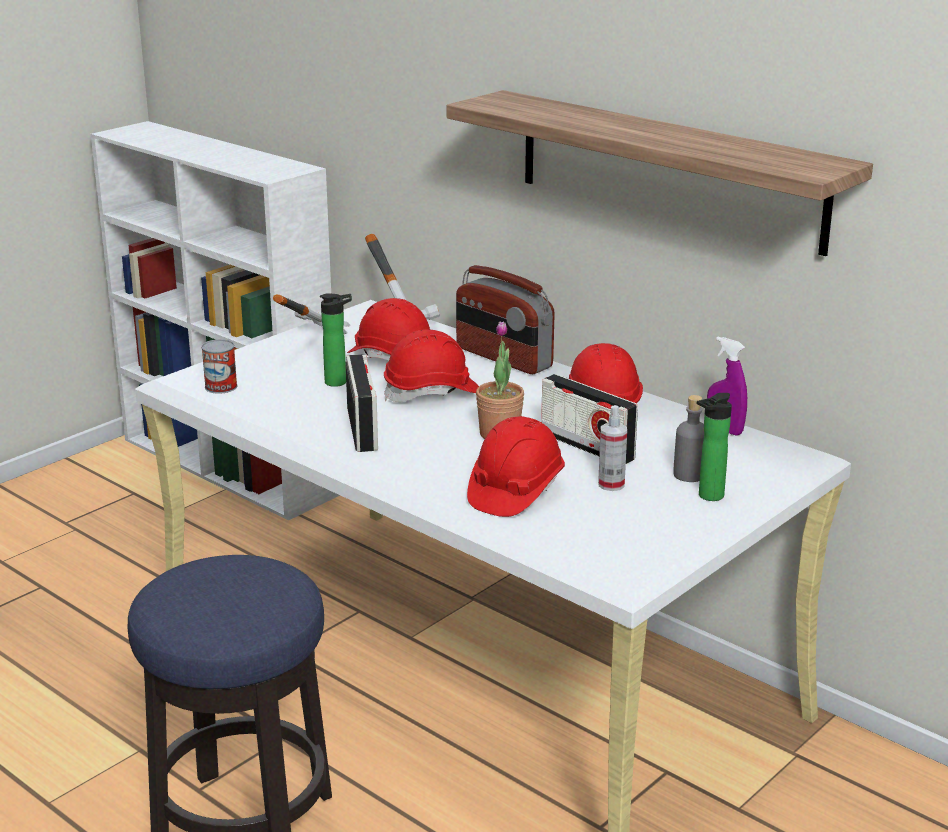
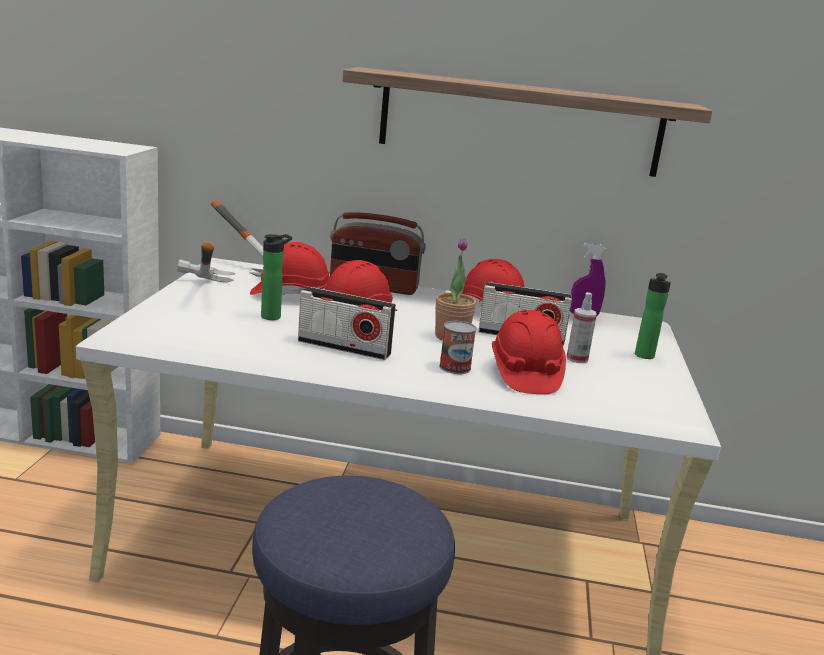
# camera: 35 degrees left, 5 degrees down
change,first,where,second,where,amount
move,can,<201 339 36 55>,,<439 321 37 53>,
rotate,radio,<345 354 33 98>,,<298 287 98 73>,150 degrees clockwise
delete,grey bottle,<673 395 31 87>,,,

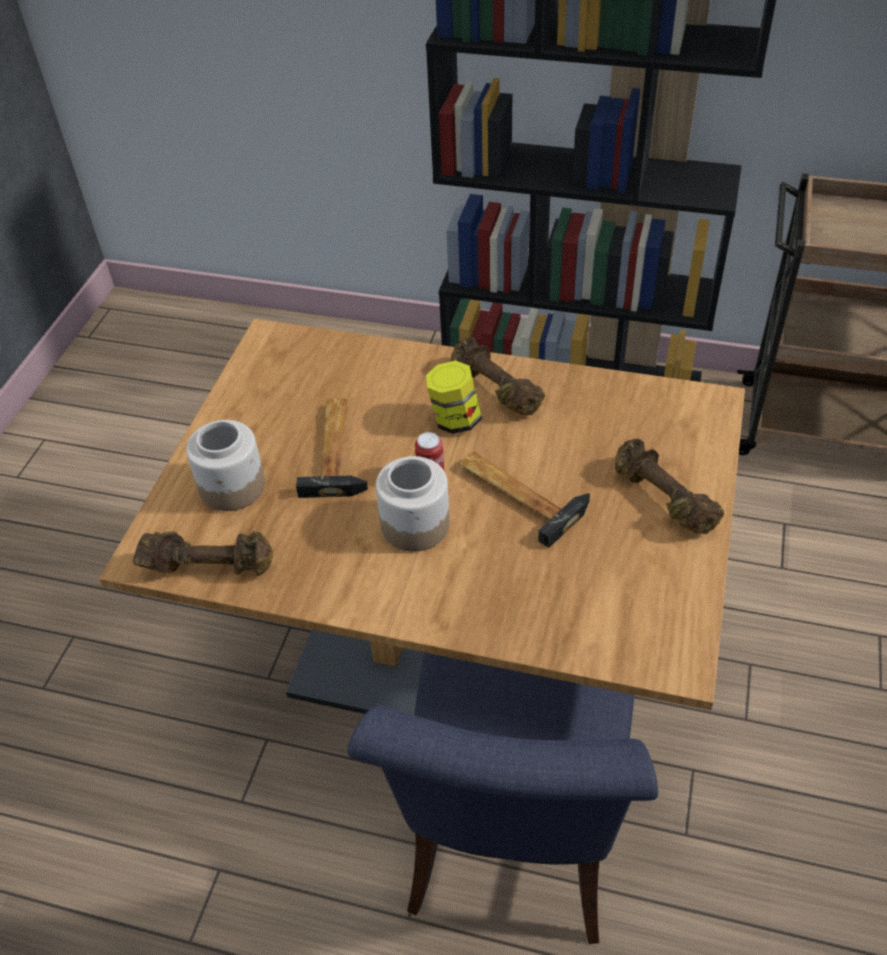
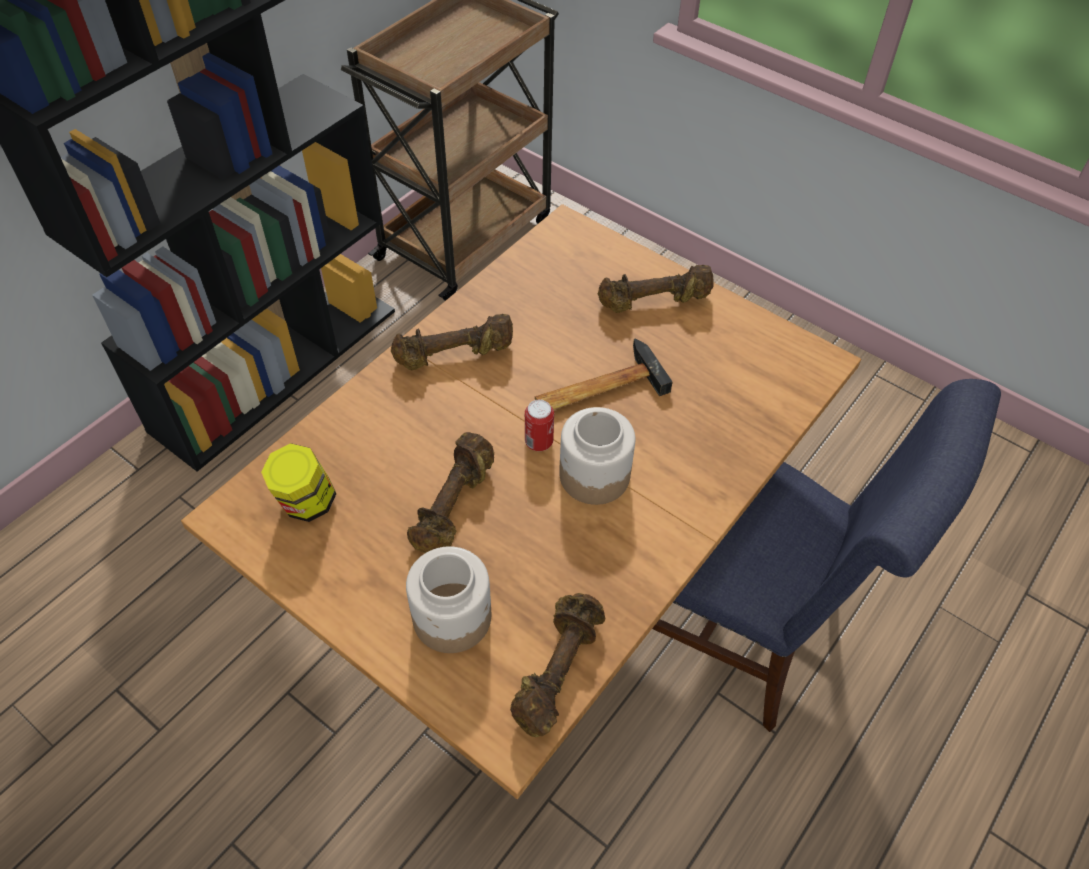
# camera: 70 degrees left, 5 degrees up
change,first,where,second,where,amount
move,jar,<426 361 56 73>,,<261 443 75 79>,
replace,hammer,<296 398 72 100>,brown dumbbell,<407 432 87 121>,

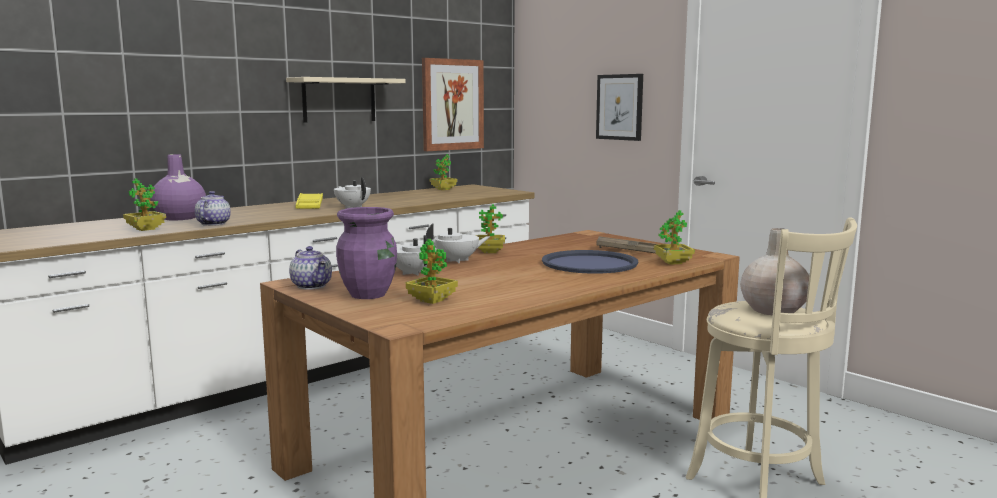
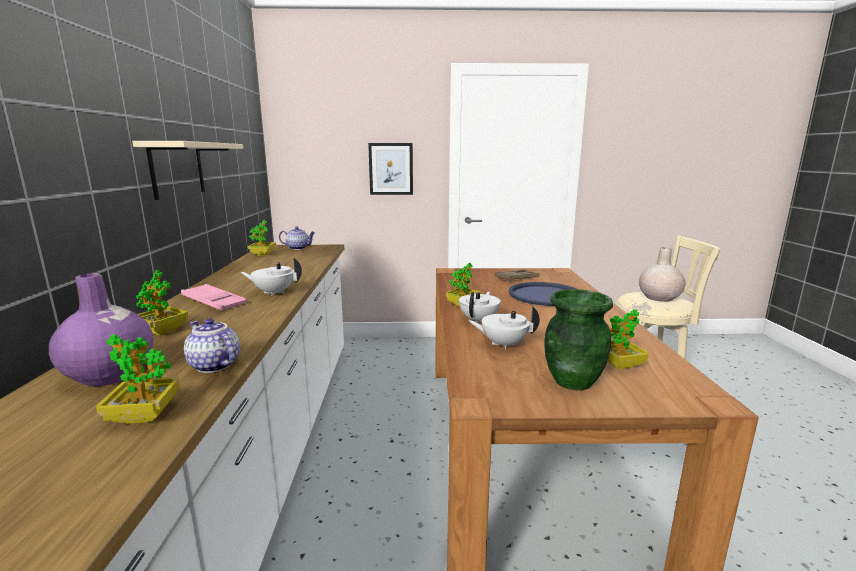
# camera: 50 degrees left, 5 degrees up
change,first,where,second,where,amount
delete,picture,<422 58 62 93>,,,
recolor,yellow tray,<296 193 27 16>,pink tray,<181 284 66 27>,
recolor,purple vase,<336 207 61 92>,green vase,<544 289 69 101>,
move,potted plant,<654 210 41 55>,,<136 270 52 66>,
move,teapot,<289 246 43 44>,,<279 227 36 23>,

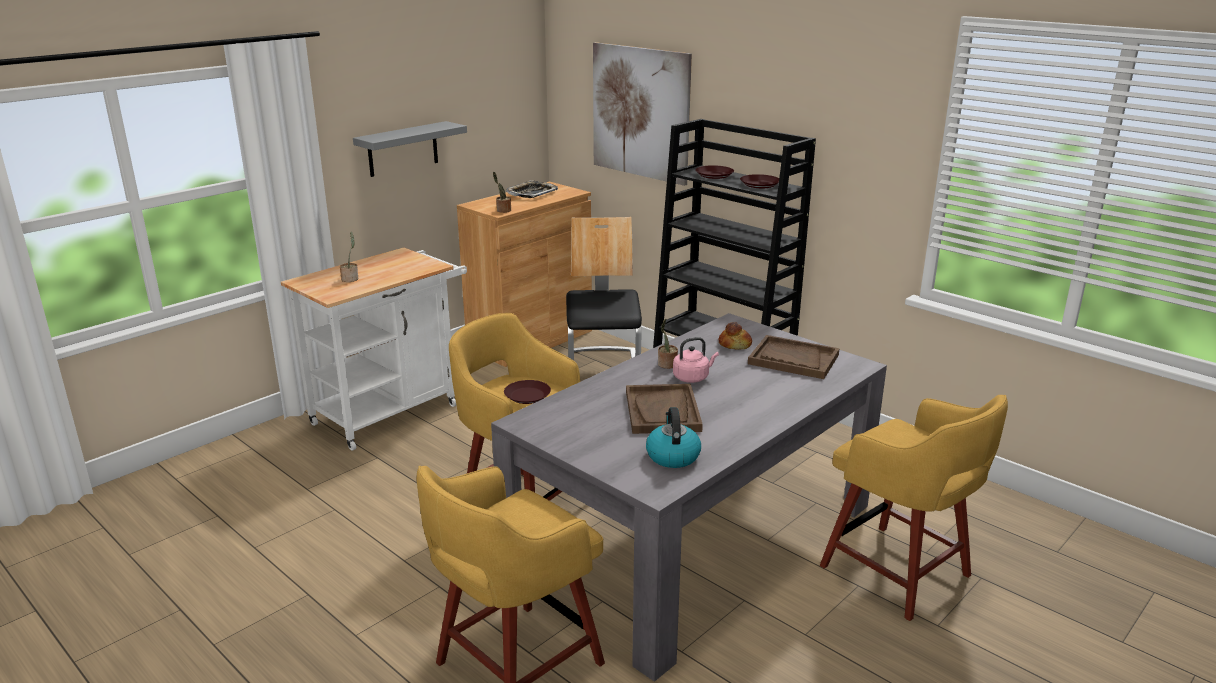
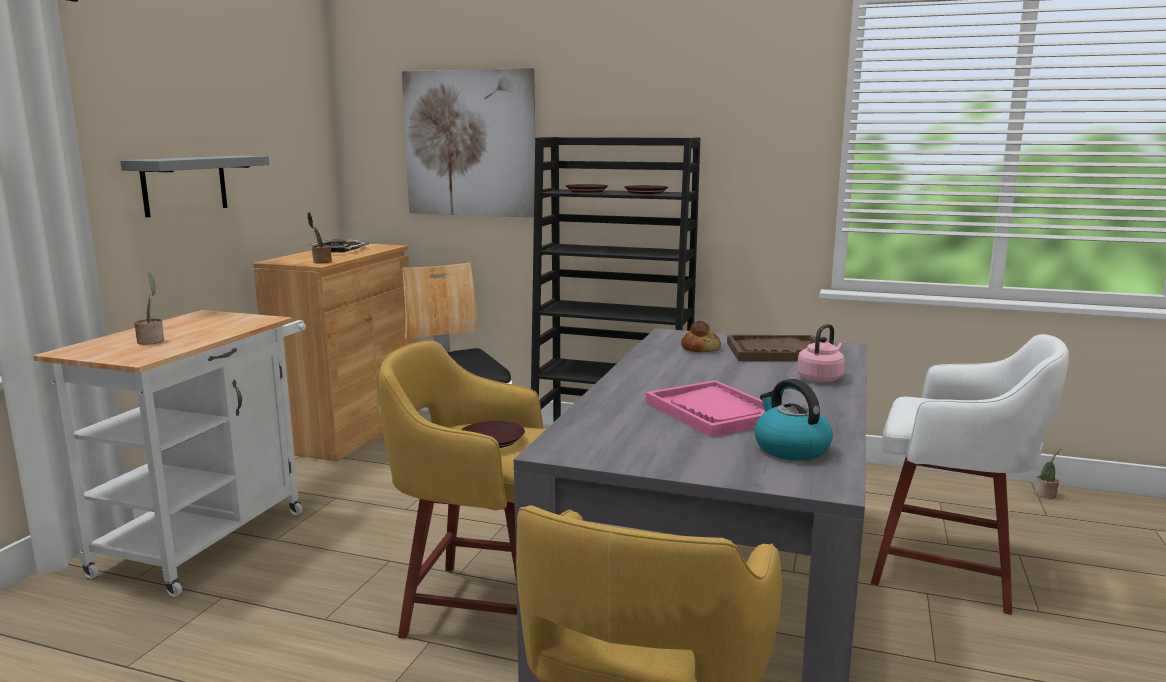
# camera: 25 degrees left, 10 degrees down
change,first,where,second,where,amount
move,potted plant,<658 319 20 50>,,<1035 448 26 51>,
move,pink kettle,<673 337 46 46>,,<797 324 48 58>,
recolor,brown tray,<626 384 77 50>,pink tray,<646 380 119 57>,
recolor,yellow stool,<820 395 188 226>,white stool,<871 334 198 281>,

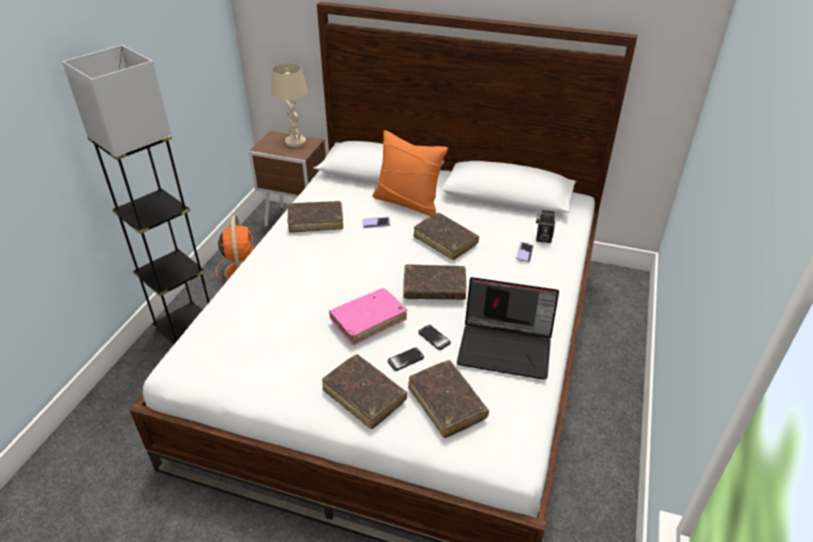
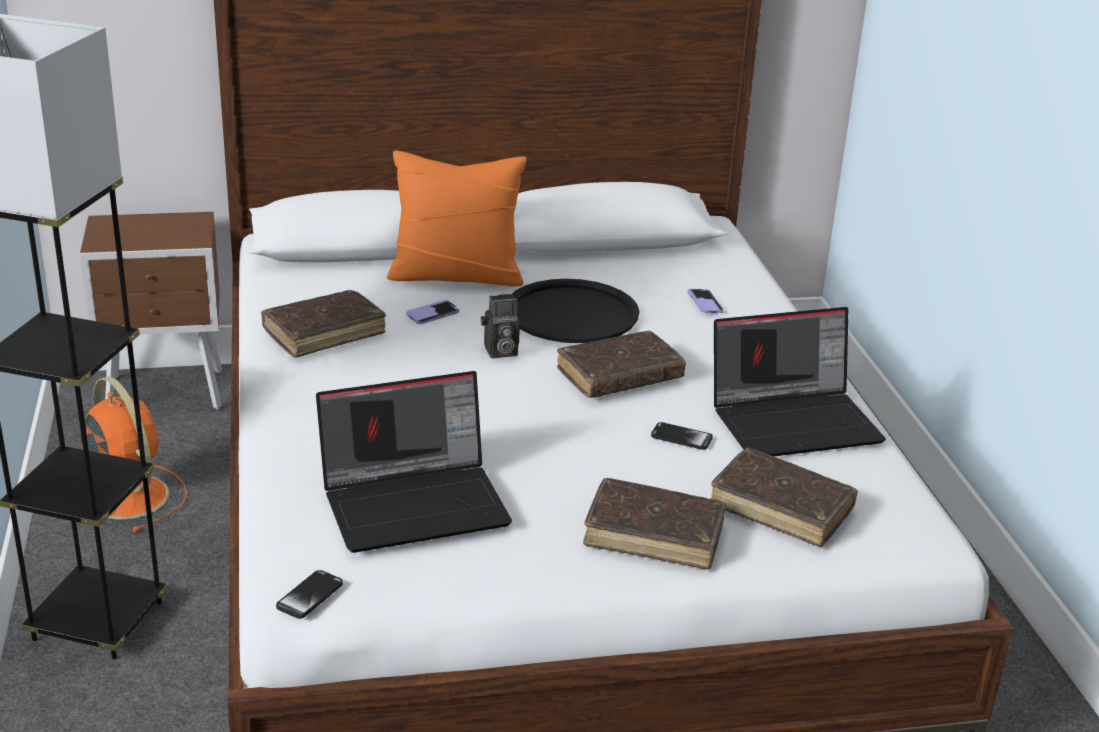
# camera: 30 degrees left, 10 degrees down
change,first,where,second,where,amount
delete,beige table lamp,<272 63 36 84>,,,
move,photo camera,<536 210 19 33>,,<481 294 39 64>,
replace,brown book,<413 213 66 47>,black tray,<512 279 127 64>,
delete,pink book,<329 288 78 57>,,,
move,phone,<388 347 36 24>,,<276 570 67 49>,
insert,,,laptop,<316 371 196 182>,

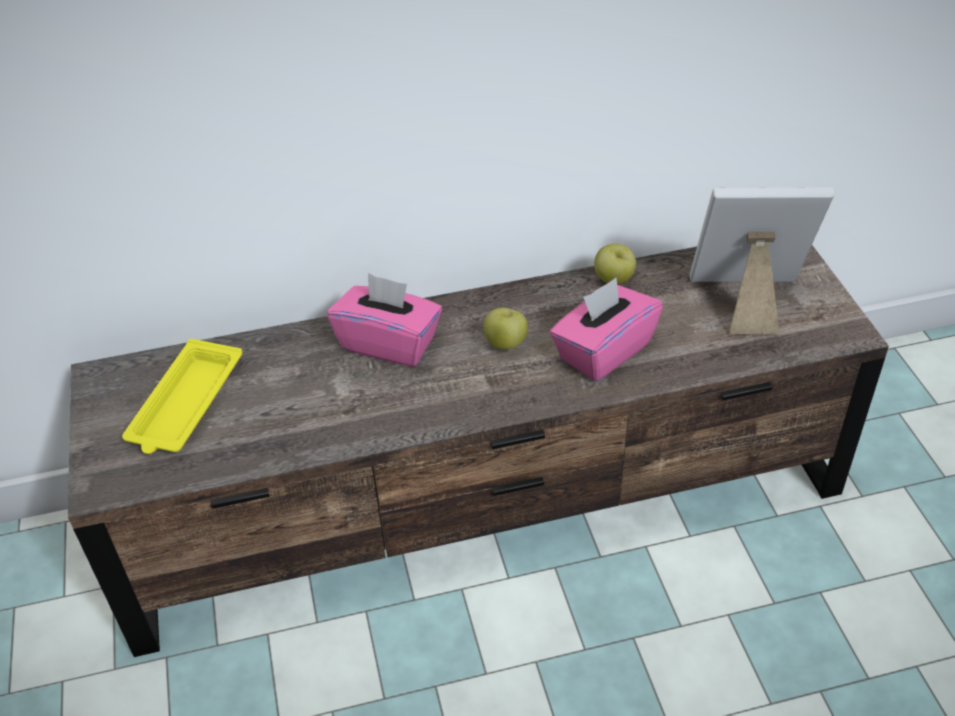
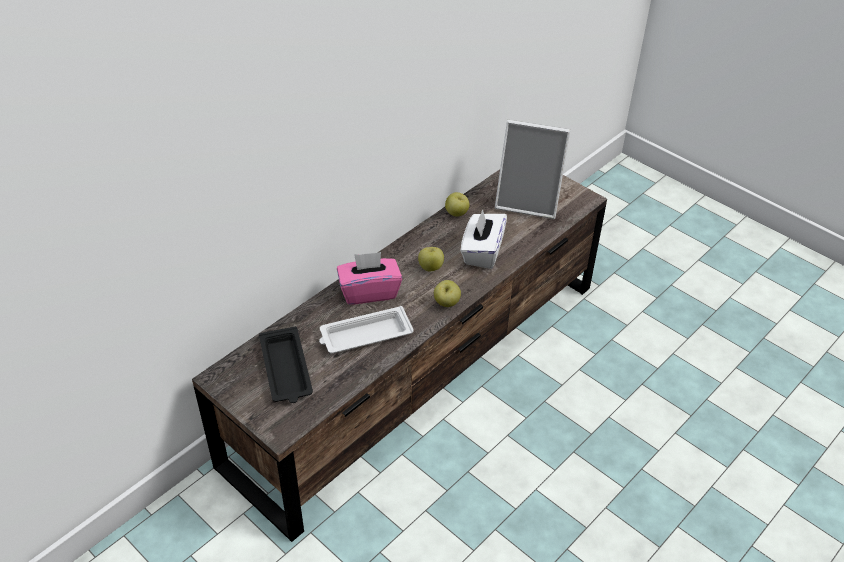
# camera: 35 degrees left, 0 degrees up
change,first,where,second,where,amount
rotate,picture frame,<690 187 144 147>,,<495 120 75 99>,135 degrees counterclockwise
recolor,pink tissue box,<550 278 113 103>,white tissue box,<461 209 46 60>,
recolor,yellow tray,<122 339 120 115>,black tray,<259 327 54 76>,
insert,,,apple,<434 280 27 27>,
insert,,,white tray,<319 306 95 47>,

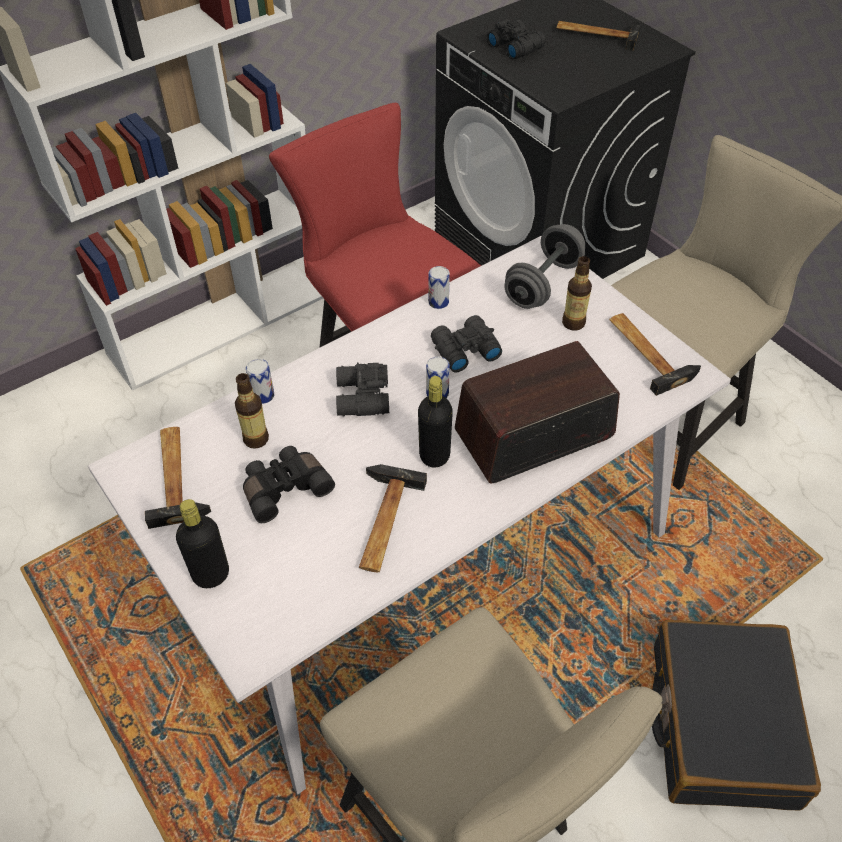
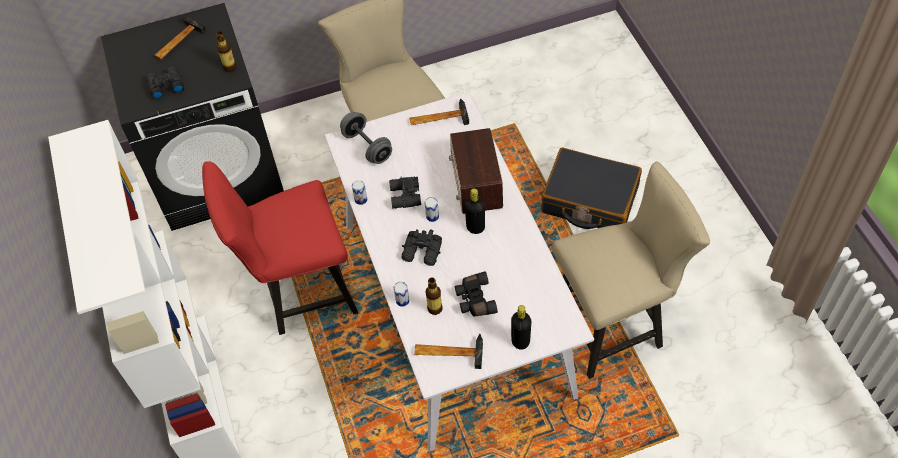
# camera: 70 degrees left, 5 degrees up
change,first,where,second,where,amount
move,bottle,<562 256 30 75>,,<216 31 21 41>,
delete,hammer,<359 464 68 108>,,,

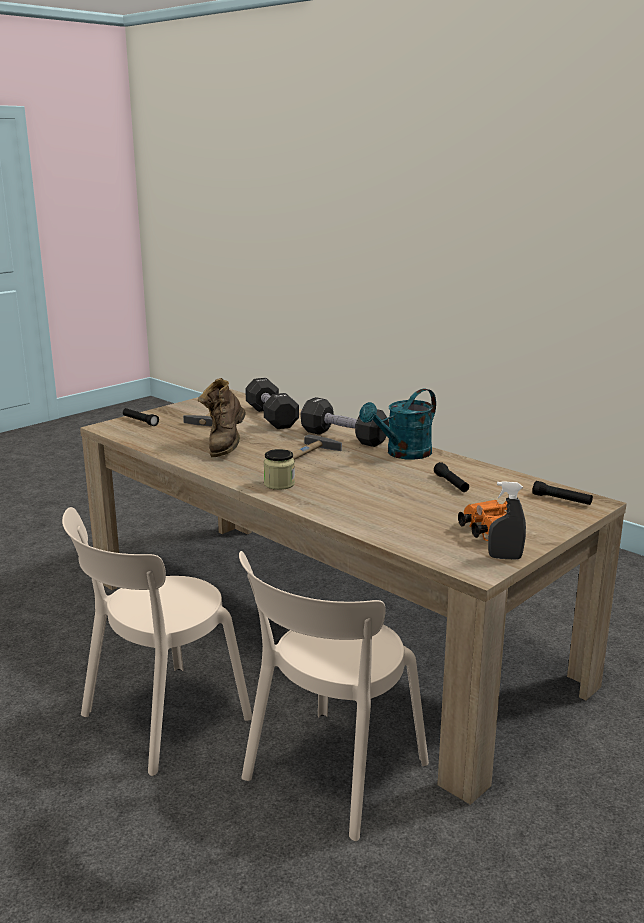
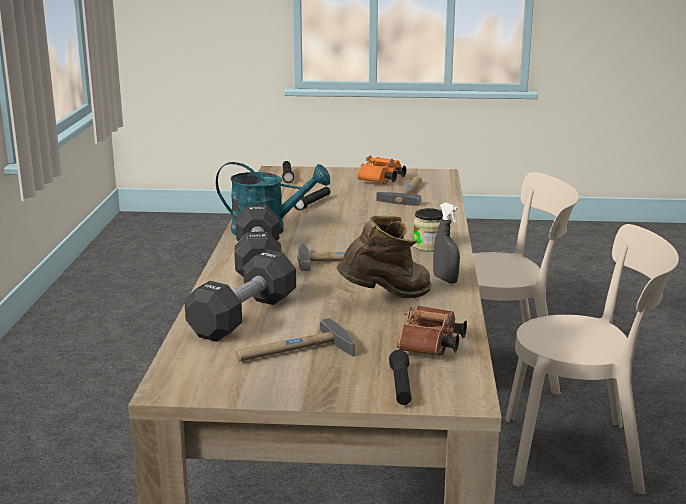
# camera: 130 degrees left, 0 degrees up
change,first,where,second,where,amount
move,grey spray bottle,<488 481 38 79>,,<433 202 27 82>,
insert,,,hammer,<376 176 46 30>,
insert,,,brown binoculars,<397 305 70 50>,

